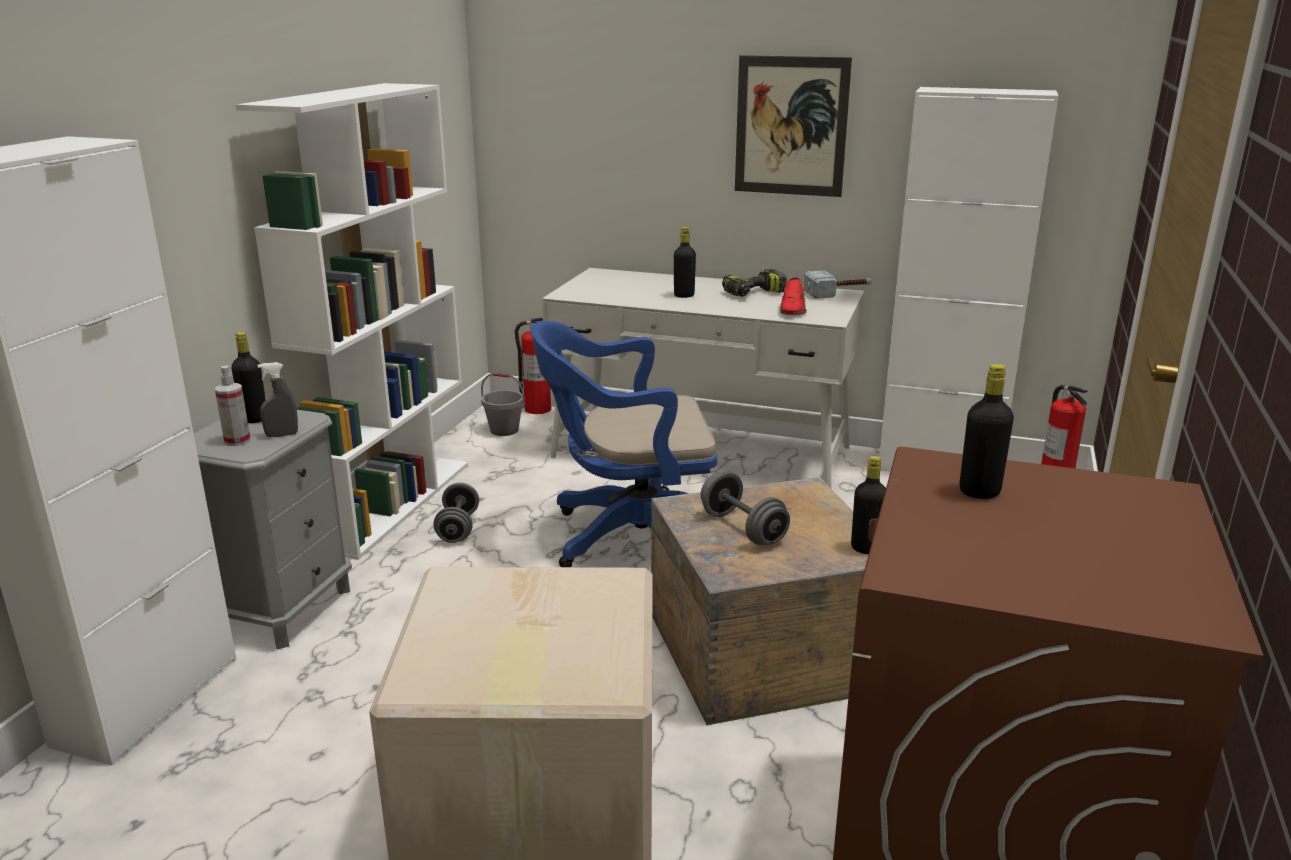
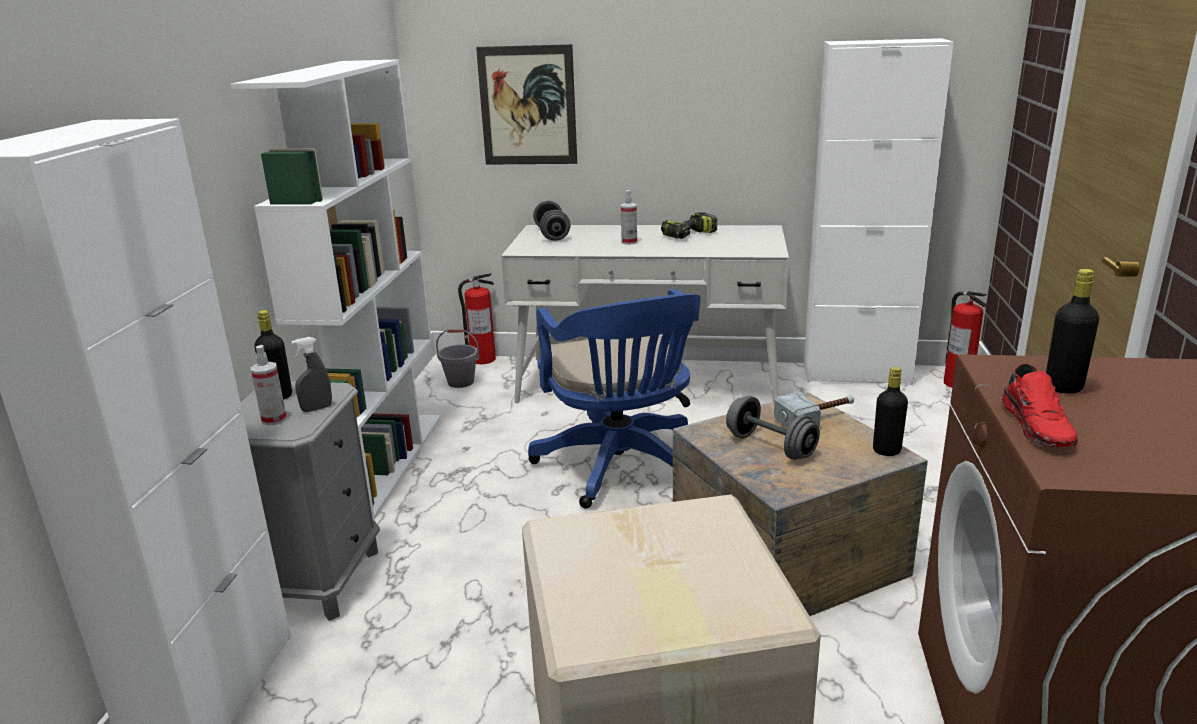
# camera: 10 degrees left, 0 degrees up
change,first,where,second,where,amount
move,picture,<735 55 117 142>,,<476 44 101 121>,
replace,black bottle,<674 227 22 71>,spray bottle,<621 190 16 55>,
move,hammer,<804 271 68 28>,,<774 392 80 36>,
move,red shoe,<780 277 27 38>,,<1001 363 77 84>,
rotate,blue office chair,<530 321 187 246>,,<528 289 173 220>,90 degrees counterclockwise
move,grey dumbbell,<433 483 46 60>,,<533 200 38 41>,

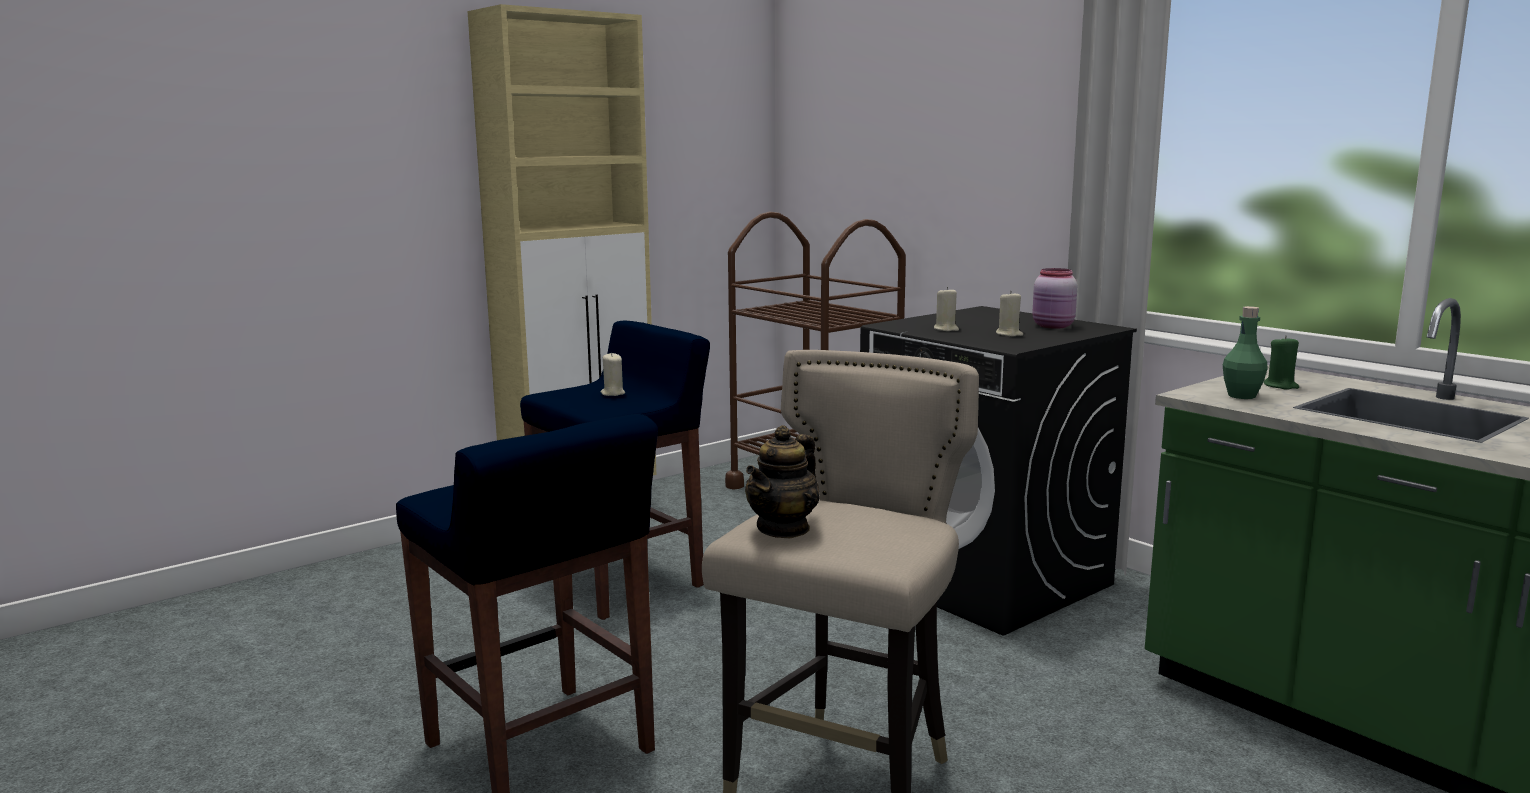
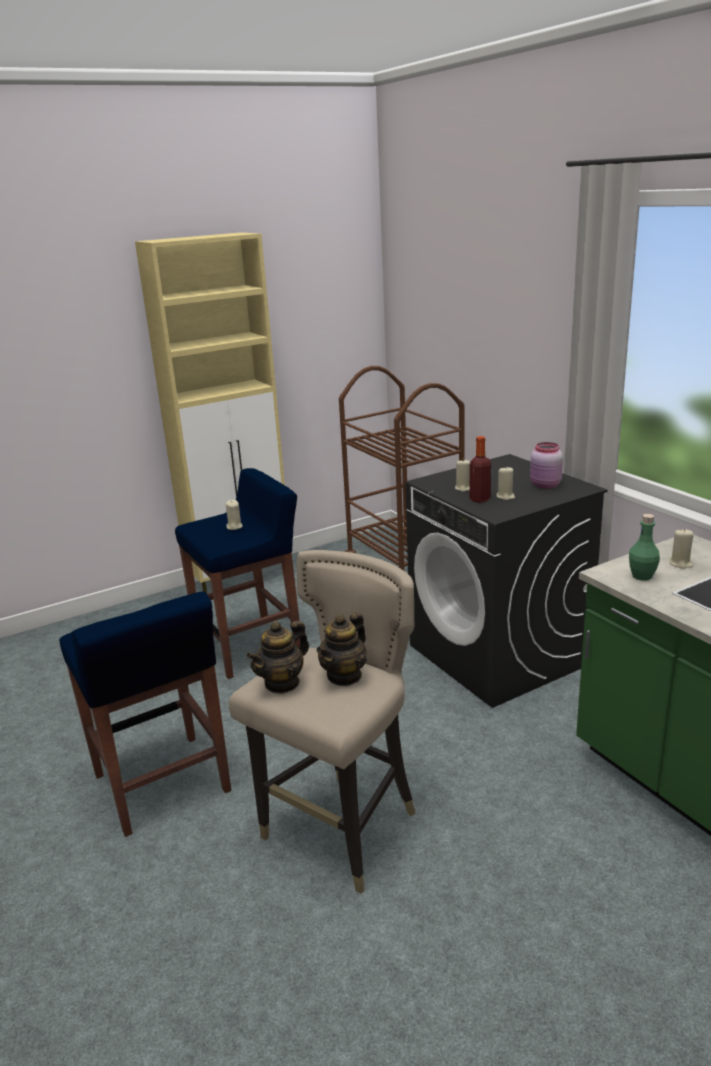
# camera: 10 degrees right, 10 degrees up
change,first,where,second,where,amount
recolor,green candle,<1264 335 35 55>,beige candle,<669 529 25 40>,
insert,,,bottle,<470 436 21 67>,
insert,,,teapot,<316 613 51 73>,

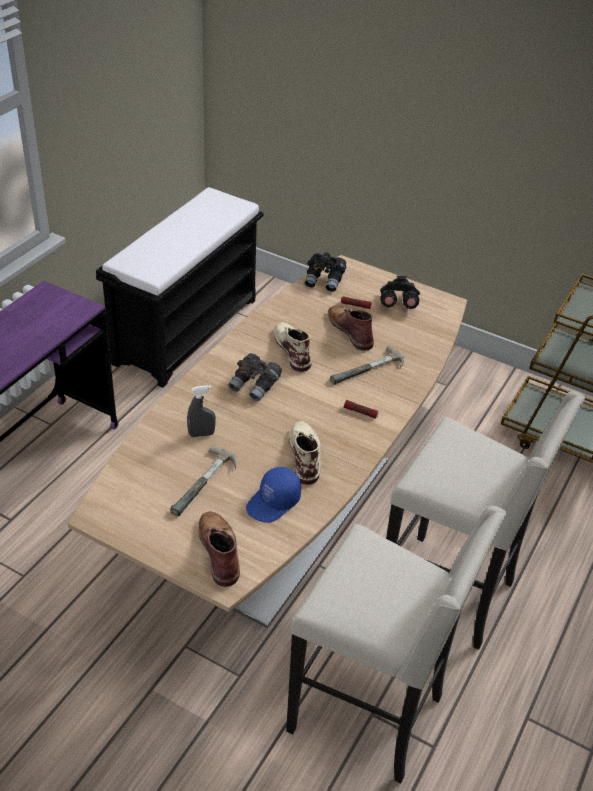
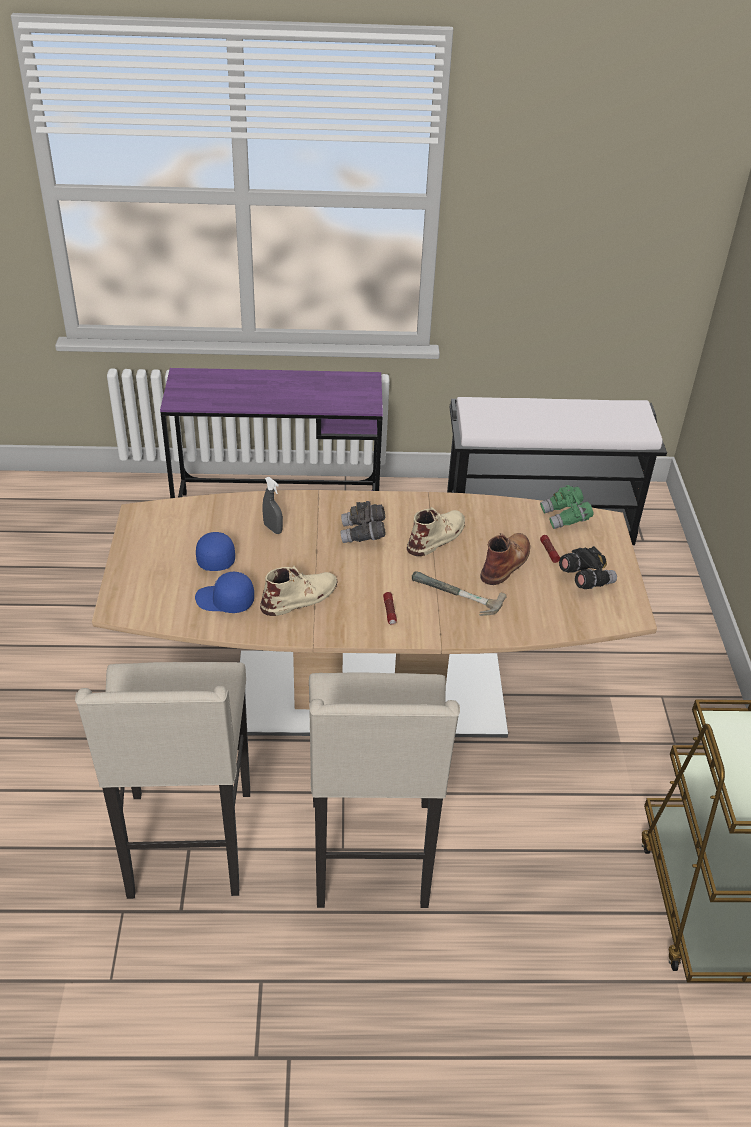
# camera: 60 degrees right, 0 degrees up
change,first,where,second,where,amount
recolor,black binoculars,<305 252 41 40>,green binoculars,<540 485 54 44>,
replace,hammer,<170 445 66 71>,blue cap,<196 532 39 39>,
delete,brown boot,<198 511 42 76>,,,

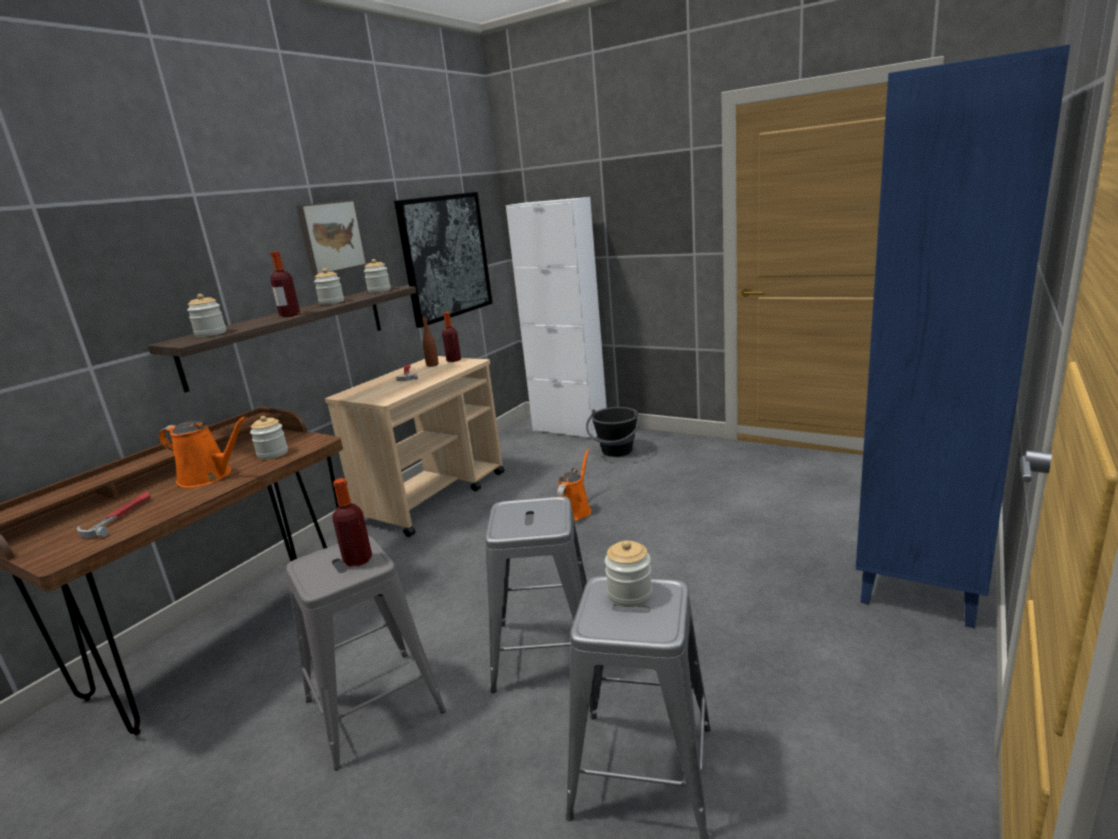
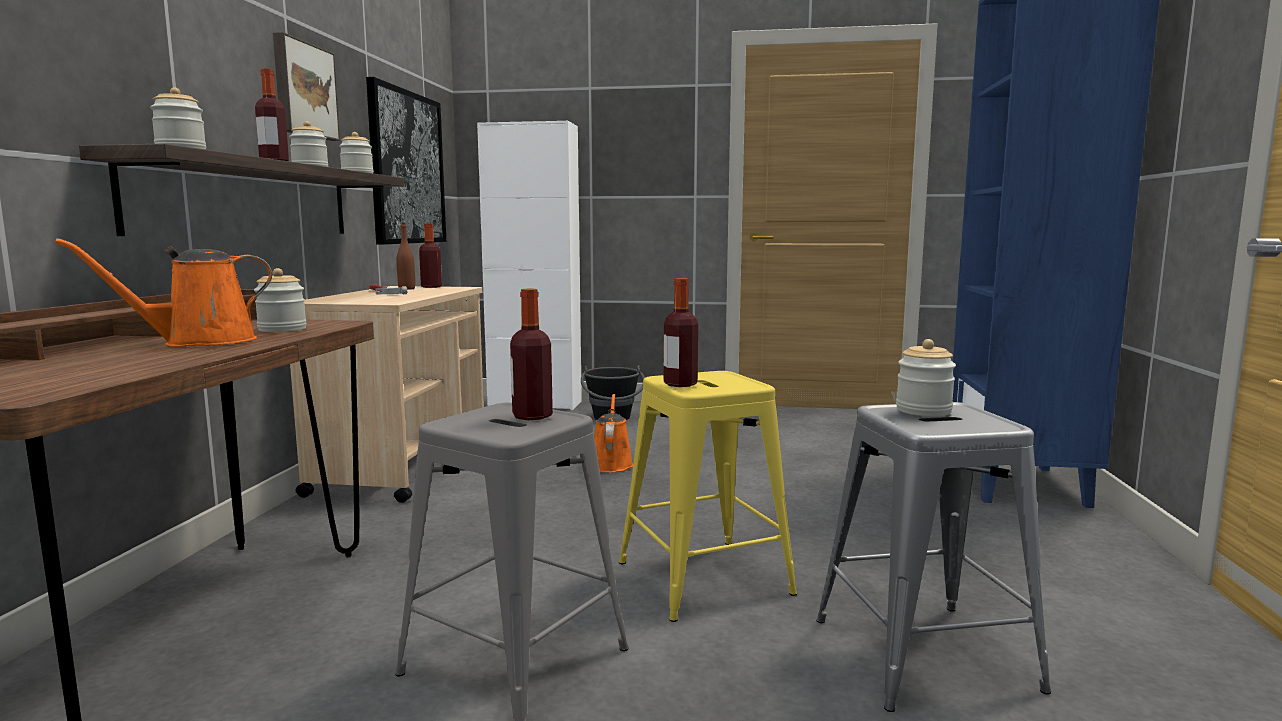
# camera: 25 degrees left, 10 degrees down
change,first,where,second,where,amount
rotate,orange watering can,<158 416 89 72>,,<55 238 217 109>,150 degrees clockwise
delete,hammer,<77 492 74 46>,,,
recolor,grey stool,<485 496 102 197>,yellow stool,<619 371 178 251>,
insert,,,bottle,<664 278 34 109>,

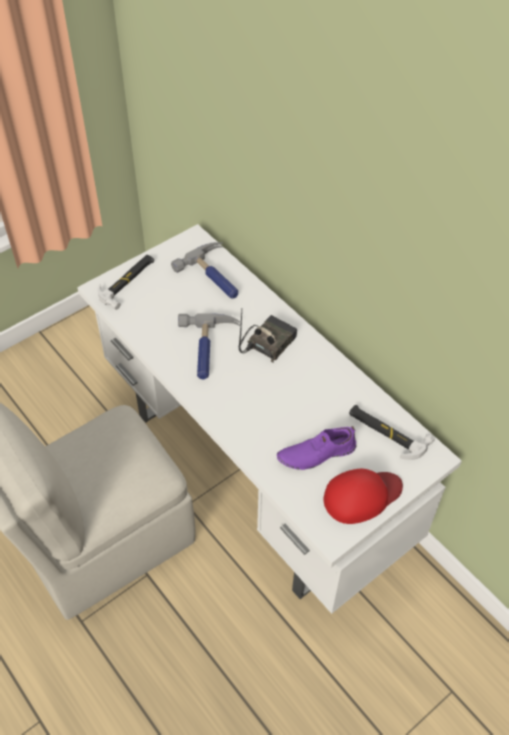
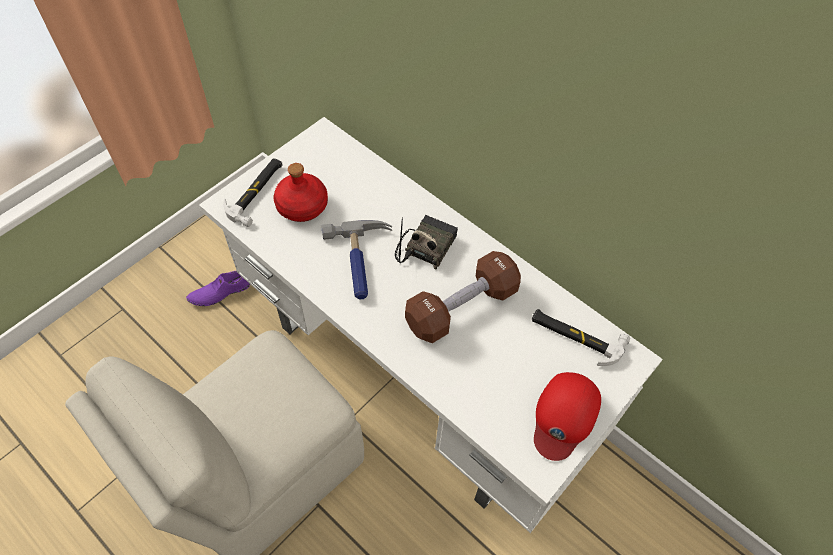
# camera: 10 degrees left, 5 degrees up
change,first,where,second,where,amount
delete,hammer,<171 242 67 57>,,,
move,purple shoe,<277 426 79 44>,,<186 271 64 35>,
rotate,red cap,<324 469 79 55>,,<534 372 67 89>,150 degrees clockwise
insert,,,red bottle,<274 163 54 59>,
insert,,,brown dumbbell,<405 251 116 92>,

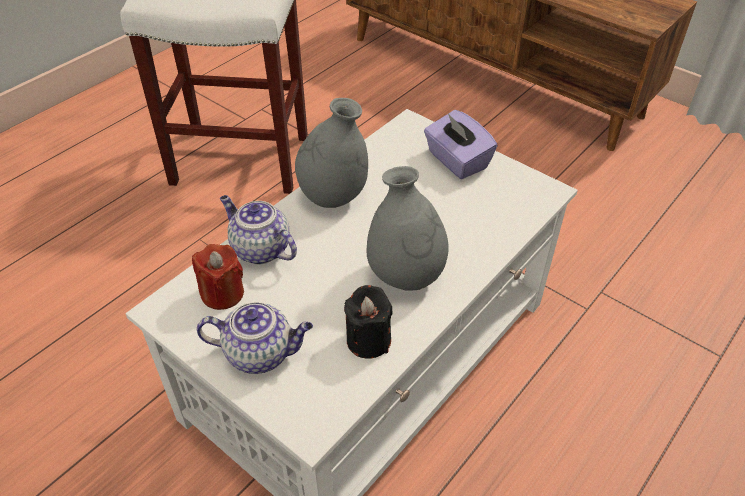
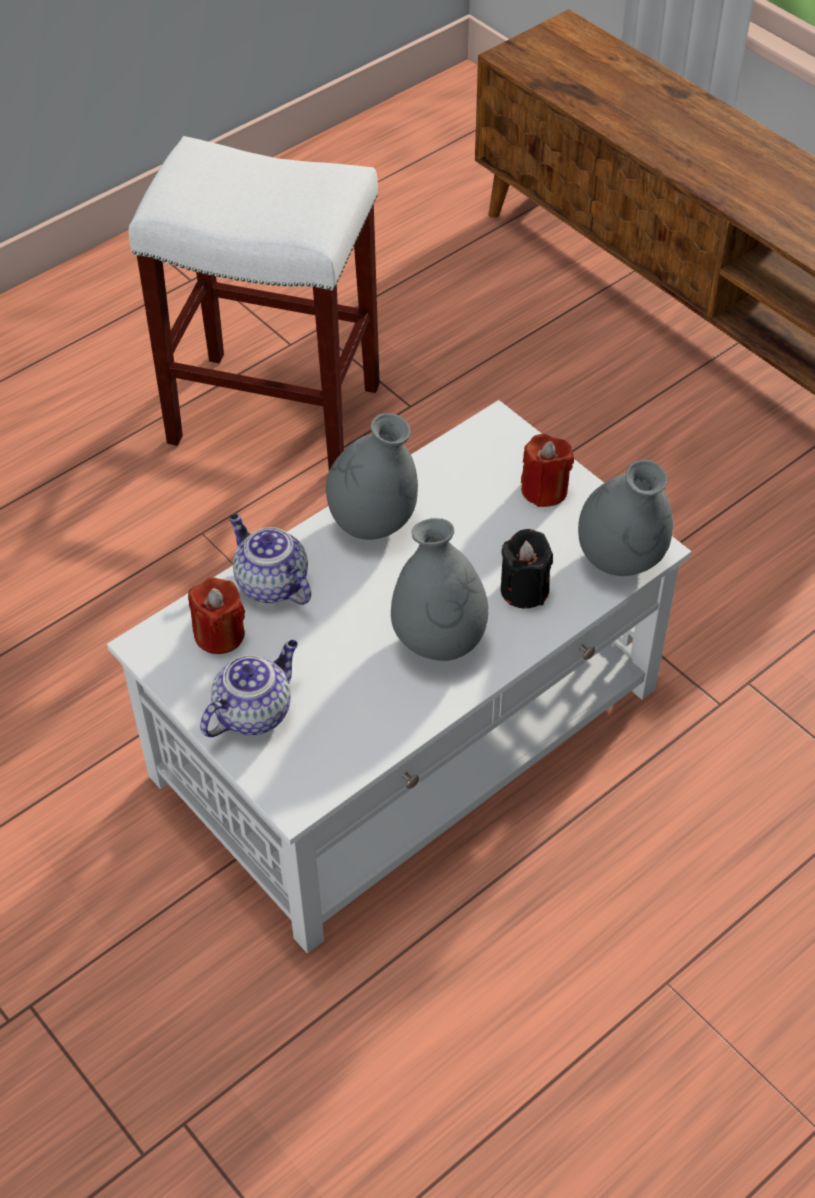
# camera: 10 degrees right, 5 degrees up
change,first,where,second,where,amount
replace,purple tissue box,<424 110 74 69>,red candle,<521 434 53 73>,
move,black candle,<344 285 49 74>,,<500 529 53 80>,
rotate,teapot,<197 302 116 72>,,<200 640 98 97>,60 degrees counterclockwise
insert,,,grey vase,<578 460 95 116>,

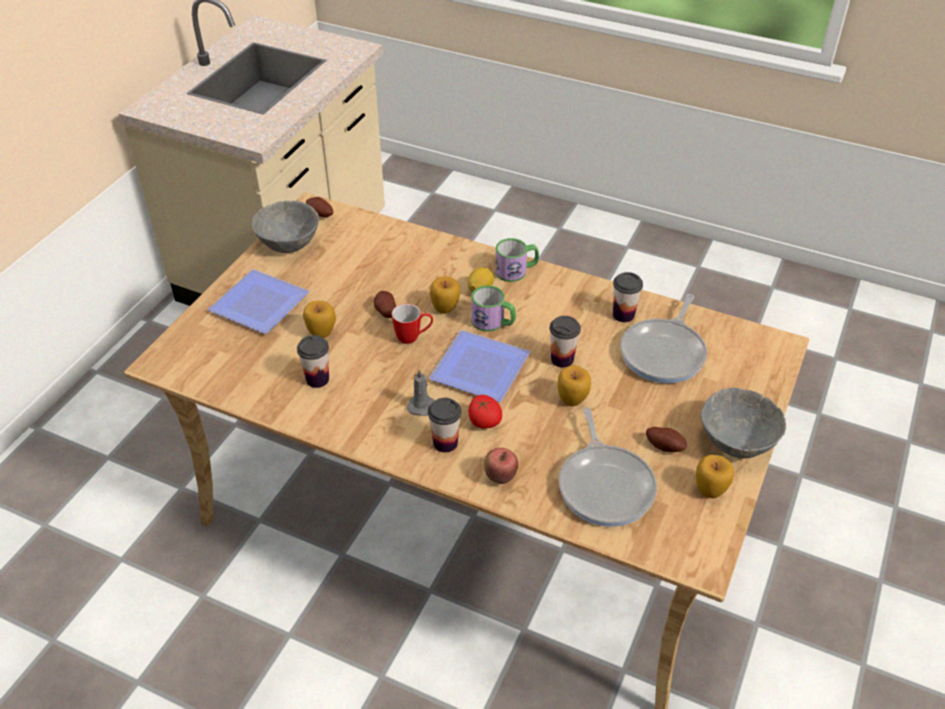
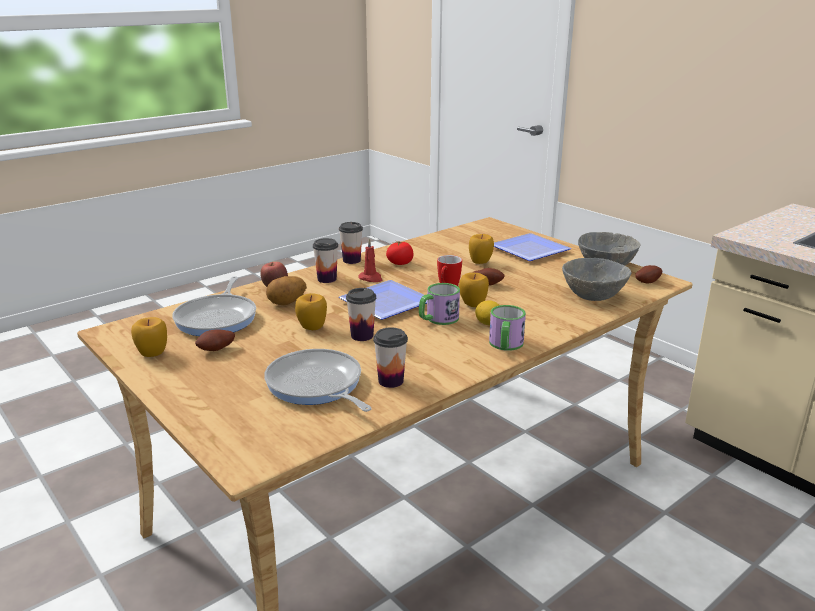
# camera: 115 degrees right, 20 degrees down
change,first,where,second,where,amount
move,cup,<297 335 32 53>,,<339 222 24 42>,
recolor,grey candle,<407 369 27 47>,red candle,<358 238 25 44>,
move,grey bowl,<701 388 85 70>,,<562 258 70 43>,
move,tomato,<468 395 34 34>,,<386 241 28 24>,
rotate,frying pan,<559 407 98 120>,,<172 276 84 60>,105 degrees counterclockwise
insert,,,potato,<266 276 41 29>,

